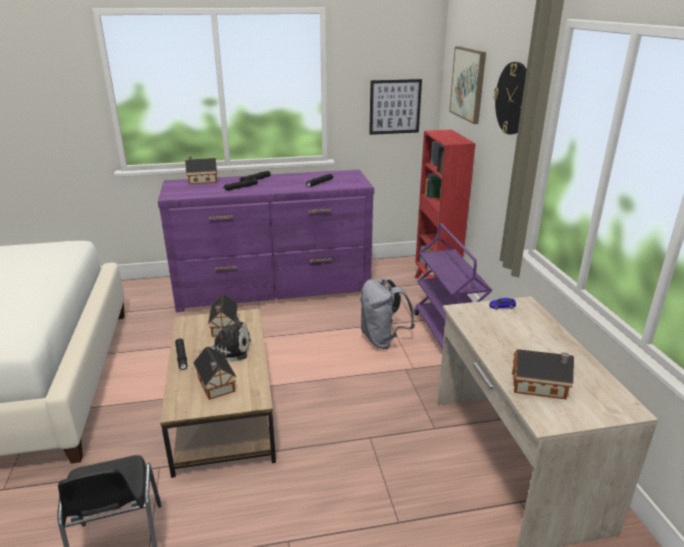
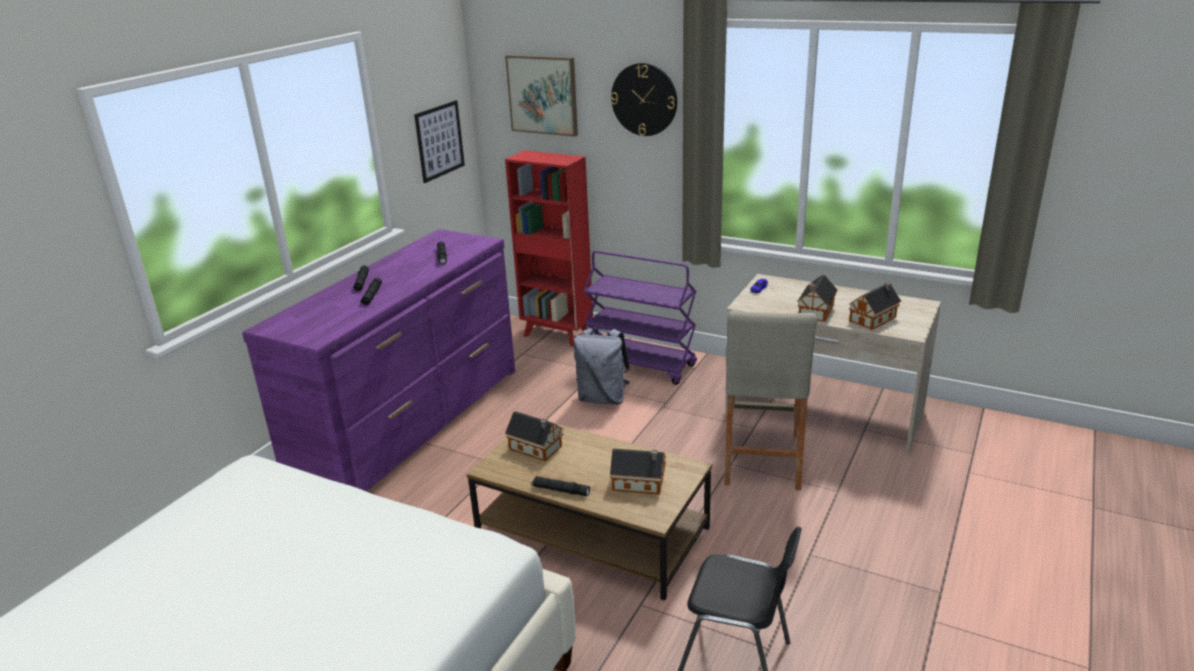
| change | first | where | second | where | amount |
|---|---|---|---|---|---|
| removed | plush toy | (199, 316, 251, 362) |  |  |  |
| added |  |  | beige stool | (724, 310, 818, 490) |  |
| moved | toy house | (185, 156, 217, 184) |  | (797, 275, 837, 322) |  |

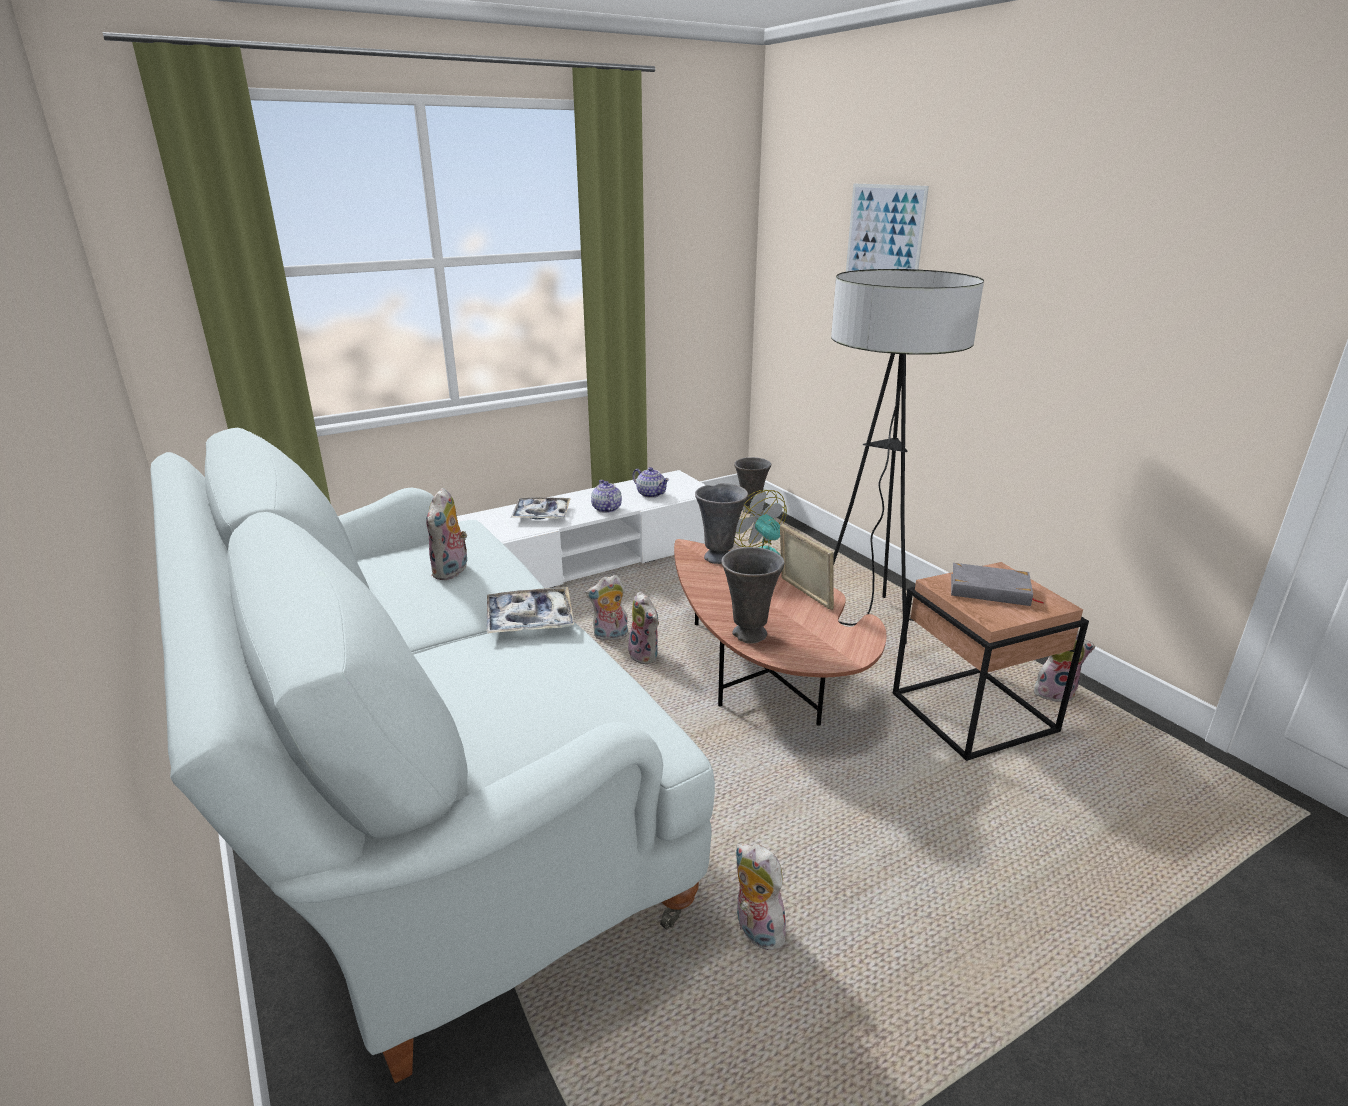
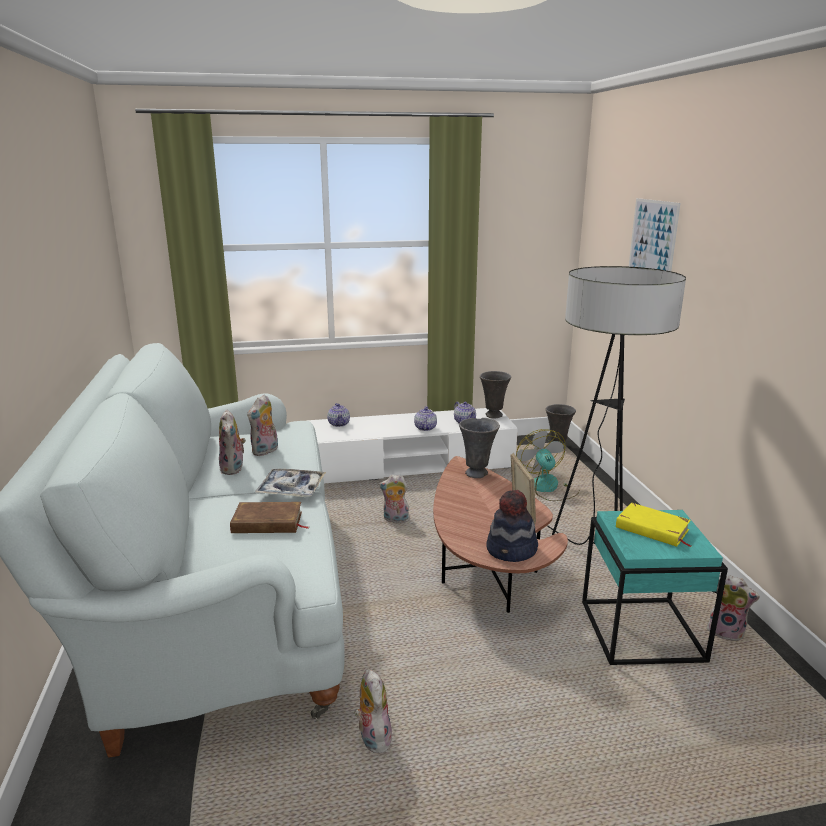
| change | first | where | second | where | amount |
|---|---|---|---|---|---|
| removed | tray | (511, 497, 571, 520) |  |  |  |
| added |  |  | brown book | (230, 502, 309, 533) |  |
| added |  |  | teapot | (327, 403, 350, 427) |  |
| added |  |  | hat | (486, 490, 538, 562) |  |
| moved | plush toy | (628, 592, 659, 664) |  | (219, 409, 246, 475) |  |
| moved | grey vase | (721, 547, 785, 643) |  | (480, 371, 511, 419) |  |
| recoloured | brown side table | (893, 562, 1089, 761) | turquoise side table | (582, 510, 728, 665) |  |
| recoloured | grey book | (951, 563, 1044, 606) | yellow book | (616, 503, 691, 547) |  |

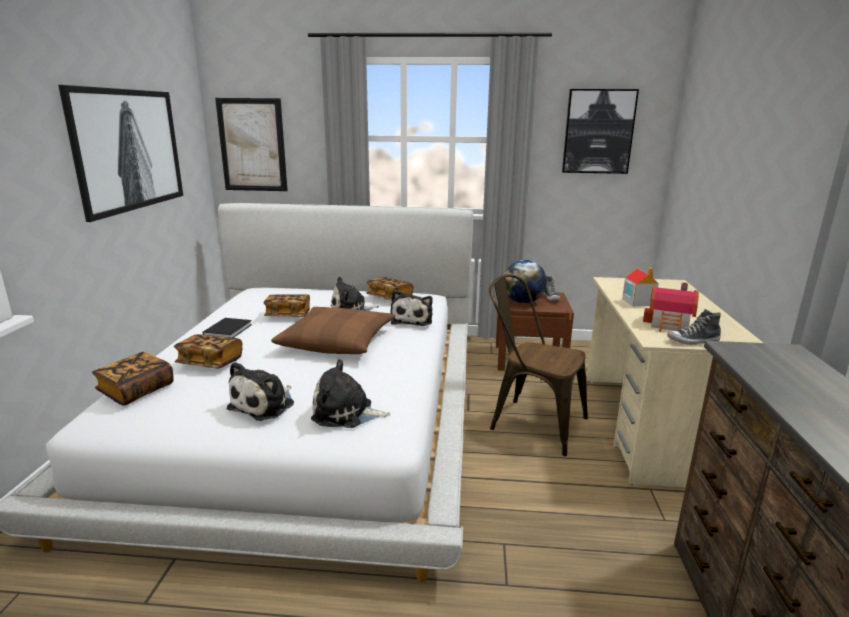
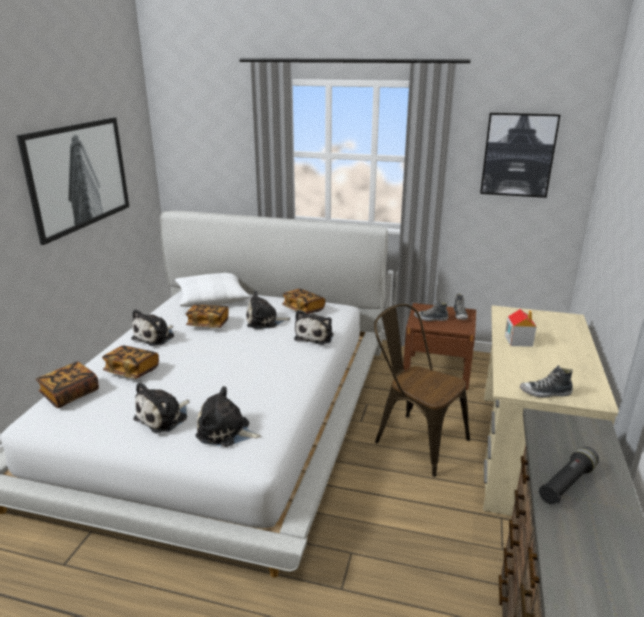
| change | first | where | second | where | amount |
|---|---|---|---|---|---|
| removed | picture | (215, 98, 288, 191) |  |  |  |
| removed | brown pillow | (271, 307, 395, 354) |  |  |  |
| removed | toy house | (643, 282, 699, 332) |  |  |  |
| added |  |  | white pillow | (175, 273, 250, 307) |  |
| added |  |  | black flashlight | (539, 446, 599, 504) |  |
| replaced | black book | (203, 318, 252, 338) | plush toy | (131, 309, 174, 346) |  |
| replaced | globe | (504, 260, 547, 303) | shoe | (414, 300, 448, 321) |  |

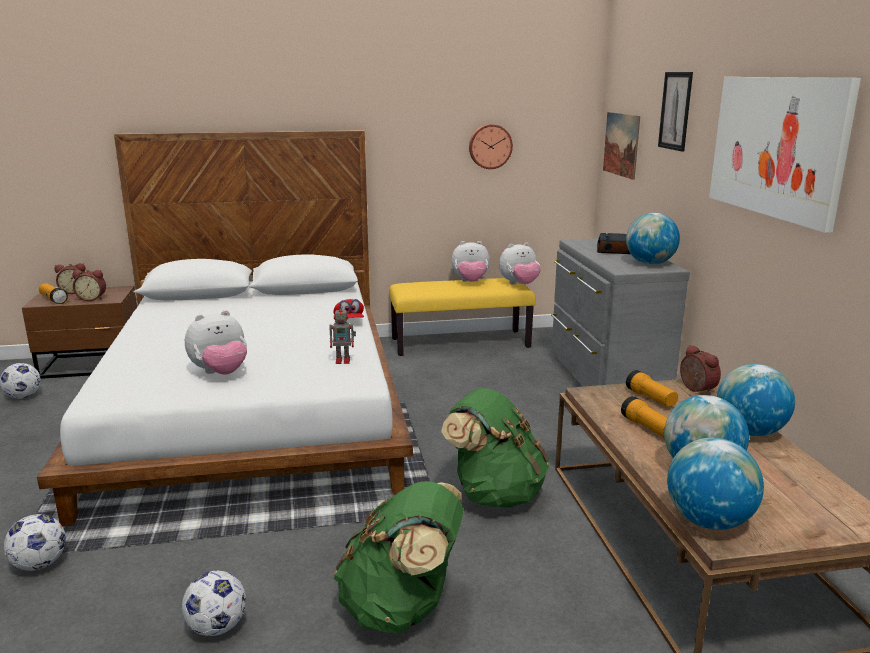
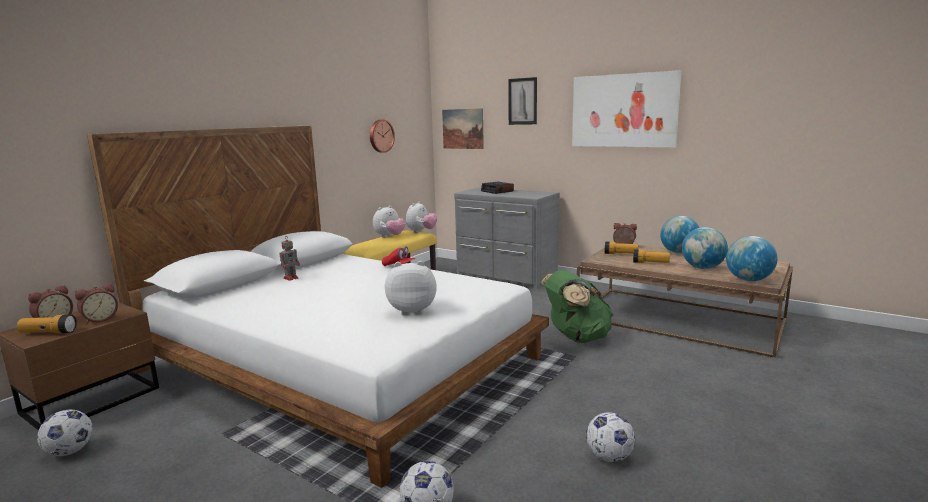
| change | first | where | second | where | amount |
|---|---|---|---|---|---|
| removed | green backpack | (334, 481, 464, 633) |  |  |  |
| removed | globe | (626, 213, 680, 265) |  |  |  |
| moved | toy robot | (329, 304, 356, 364) |  | (280, 237, 300, 281) |  |
| turned | plush toy | (185, 310, 247, 375) |  | (385, 261, 437, 315) | 105 degrees counterclockwise |

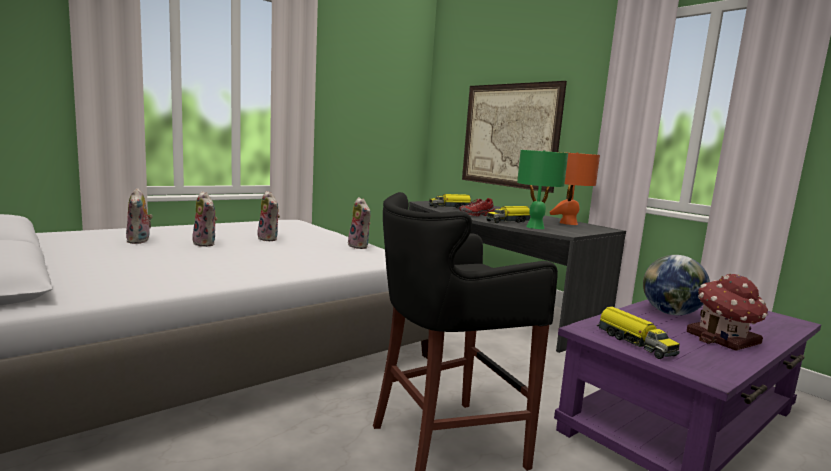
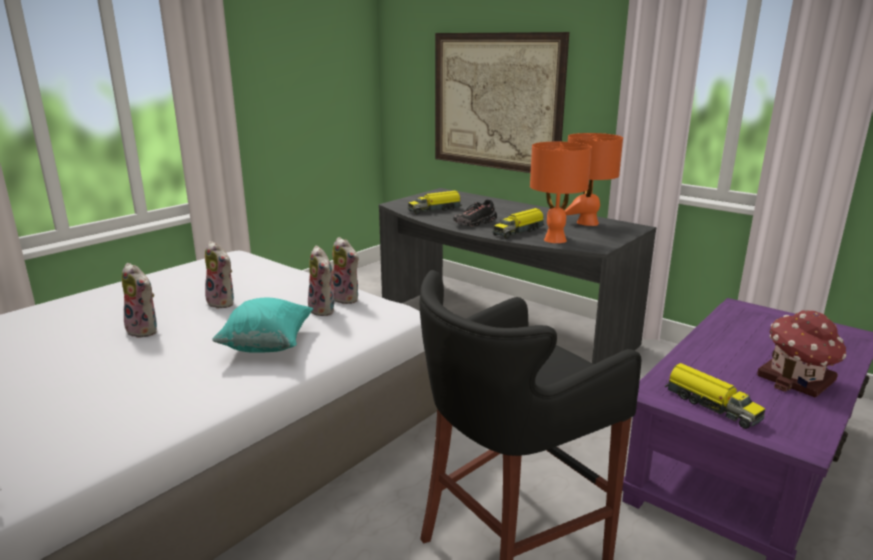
| change | first | where | second | where | amount |
|---|---|---|---|---|---|
| removed | globe | (643, 255, 710, 315) |  |  |  |
| added |  |  | turquoise pillow | (212, 298, 313, 353) |  |
| moved | plush toy | (126, 188, 153, 244) |  | (308, 245, 337, 316) |  |
| recoloured | red shoe | (459, 198, 495, 216) | black shoe | (454, 200, 497, 227) |  |
| recoloured | green table lamp | (517, 150, 568, 229) | orange table lamp | (530, 142, 592, 243) |  |

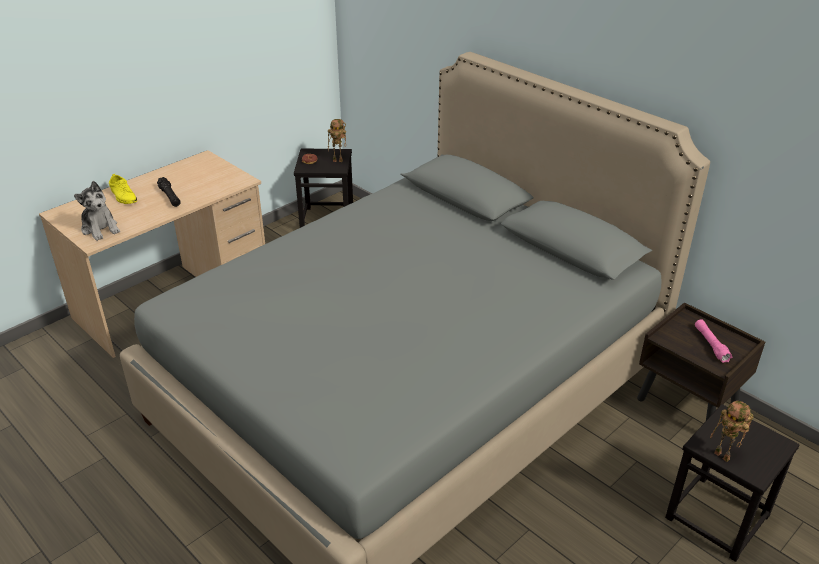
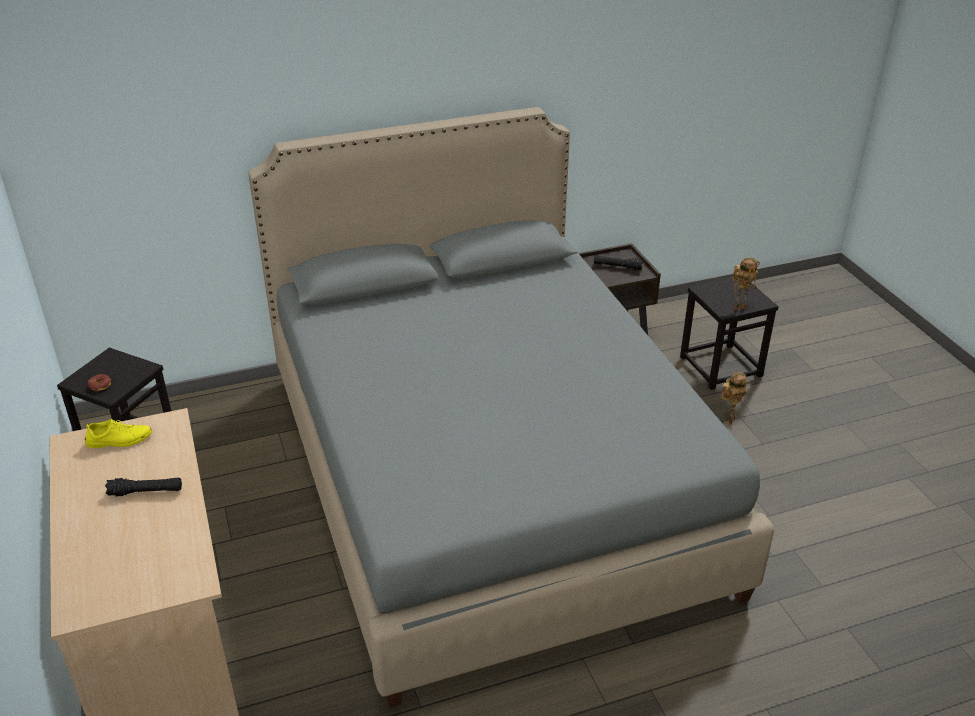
| change | first | where | second | where | amount |
|---|---|---|---|---|---|
| removed | plush toy | (74, 181, 120, 241) |  |  |  |
| moved | yellow shoe | (109, 174, 137, 204) |  | (85, 419, 152, 448) |  |
| moved | toy robot | (328, 119, 346, 162) |  | (721, 372, 747, 425) |  |
| recoloured | pink flashlight | (695, 319, 733, 363) | black flashlight | (594, 255, 643, 270) |  |

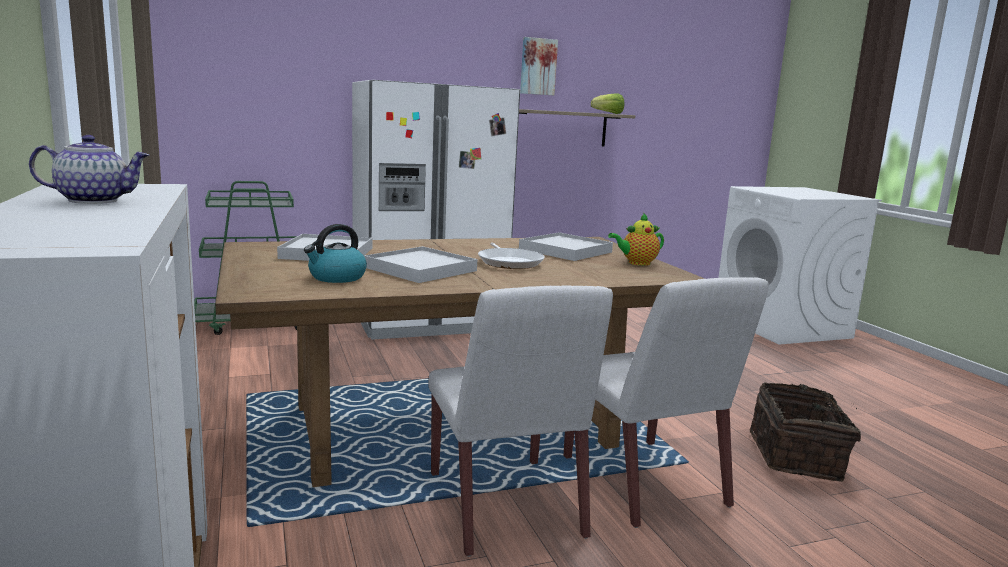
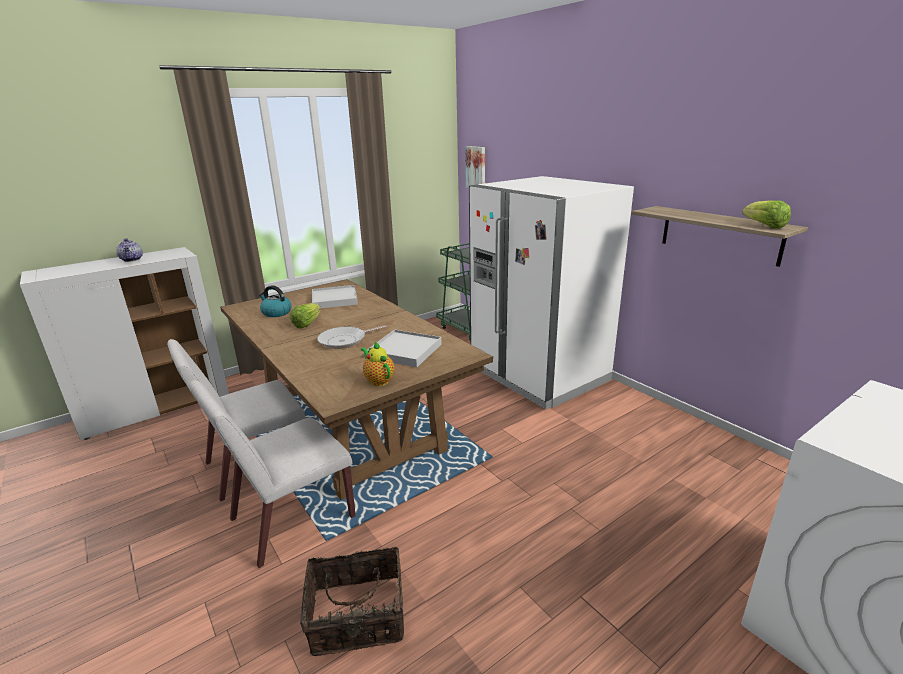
| change | first | where | second | where | amount |
|---|---|---|---|---|---|
| moved | picture | (520, 37, 558, 95) |  | (465, 146, 485, 188) |  |
| replaced | white tray | (364, 246, 477, 283) | lettuce | (290, 303, 321, 328) |  |

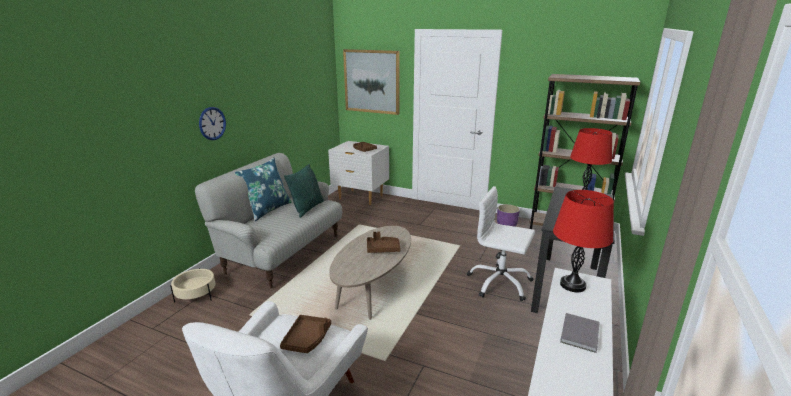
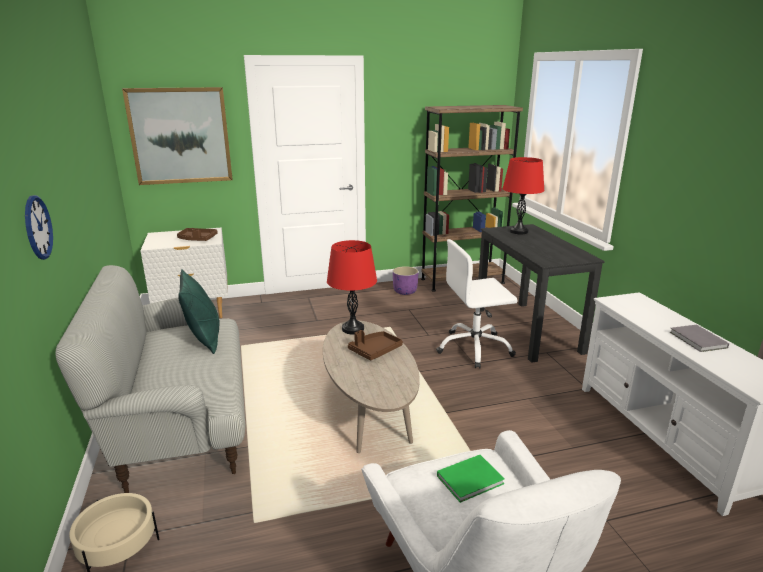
| change | first | where | second | where | amount |
|---|---|---|---|---|---|
| removed | blue pillow | (235, 158, 292, 221) |  |  |  |
| moved | red table lamp | (553, 190, 614, 292) |  | (327, 240, 377, 334) |  |
| replaced | brown tray | (280, 315, 331, 353) | green book | (437, 455, 505, 503) |  |

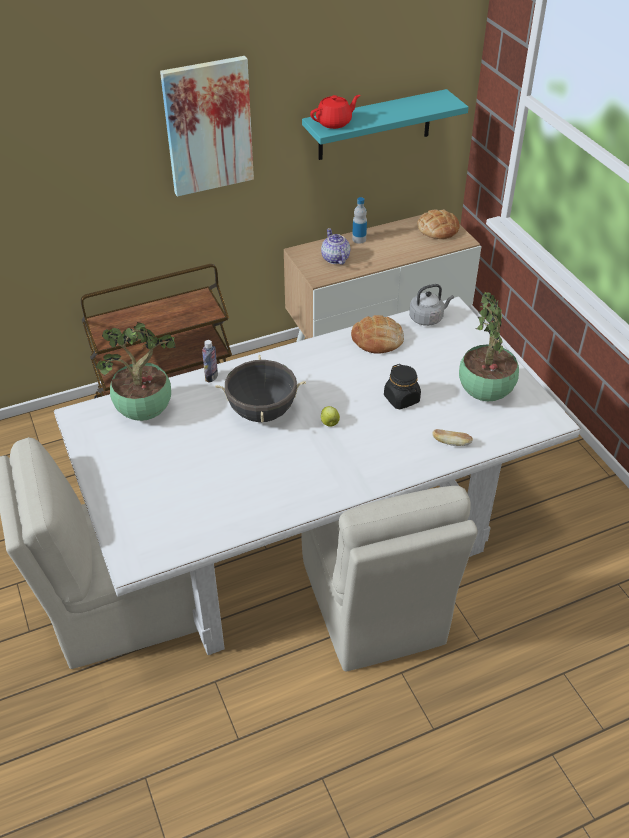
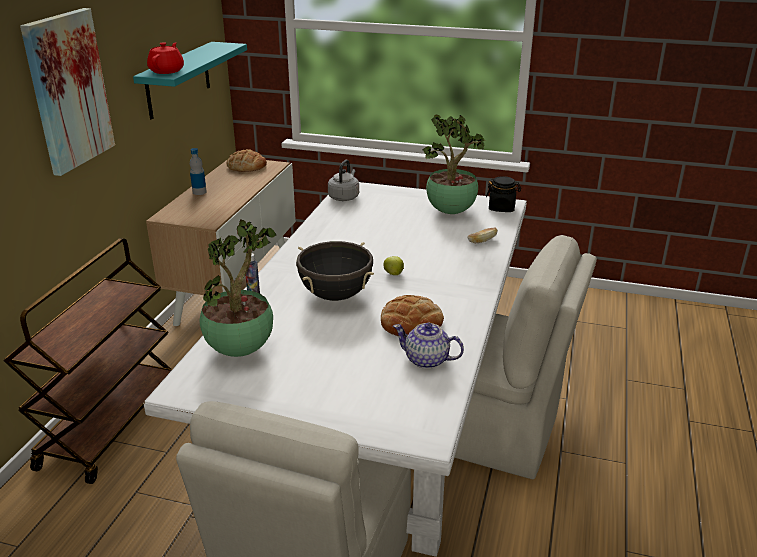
| change | first | where | second | where | amount |
|---|---|---|---|---|---|
| moved | teapot | (321, 228, 350, 265) |  | (393, 323, 464, 369) |  |
| moved | bread | (351, 315, 404, 354) |  | (381, 295, 444, 337) |  |
| moved | black jar | (384, 364, 421, 409) |  | (486, 176, 521, 212) |  |

